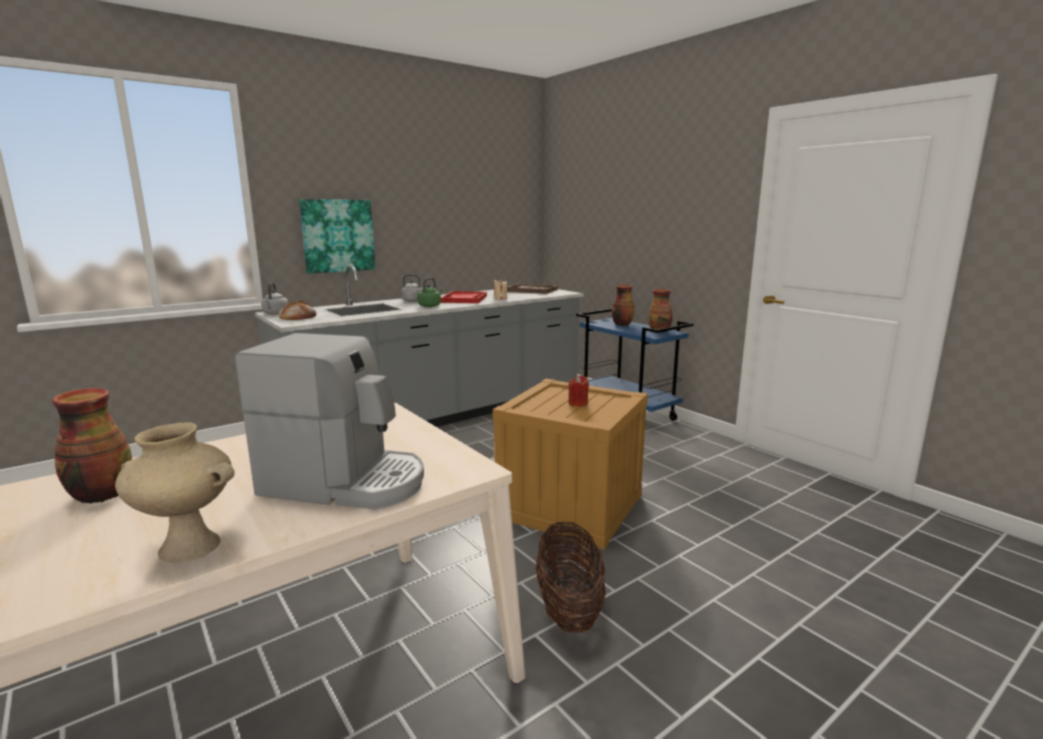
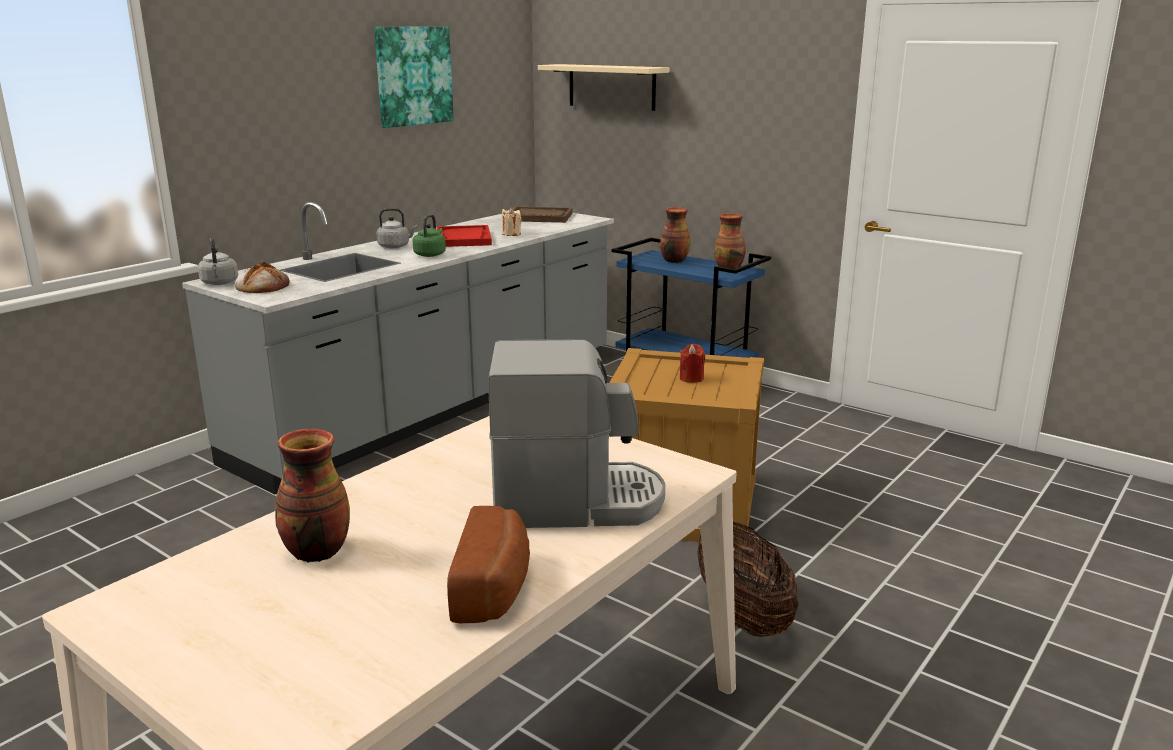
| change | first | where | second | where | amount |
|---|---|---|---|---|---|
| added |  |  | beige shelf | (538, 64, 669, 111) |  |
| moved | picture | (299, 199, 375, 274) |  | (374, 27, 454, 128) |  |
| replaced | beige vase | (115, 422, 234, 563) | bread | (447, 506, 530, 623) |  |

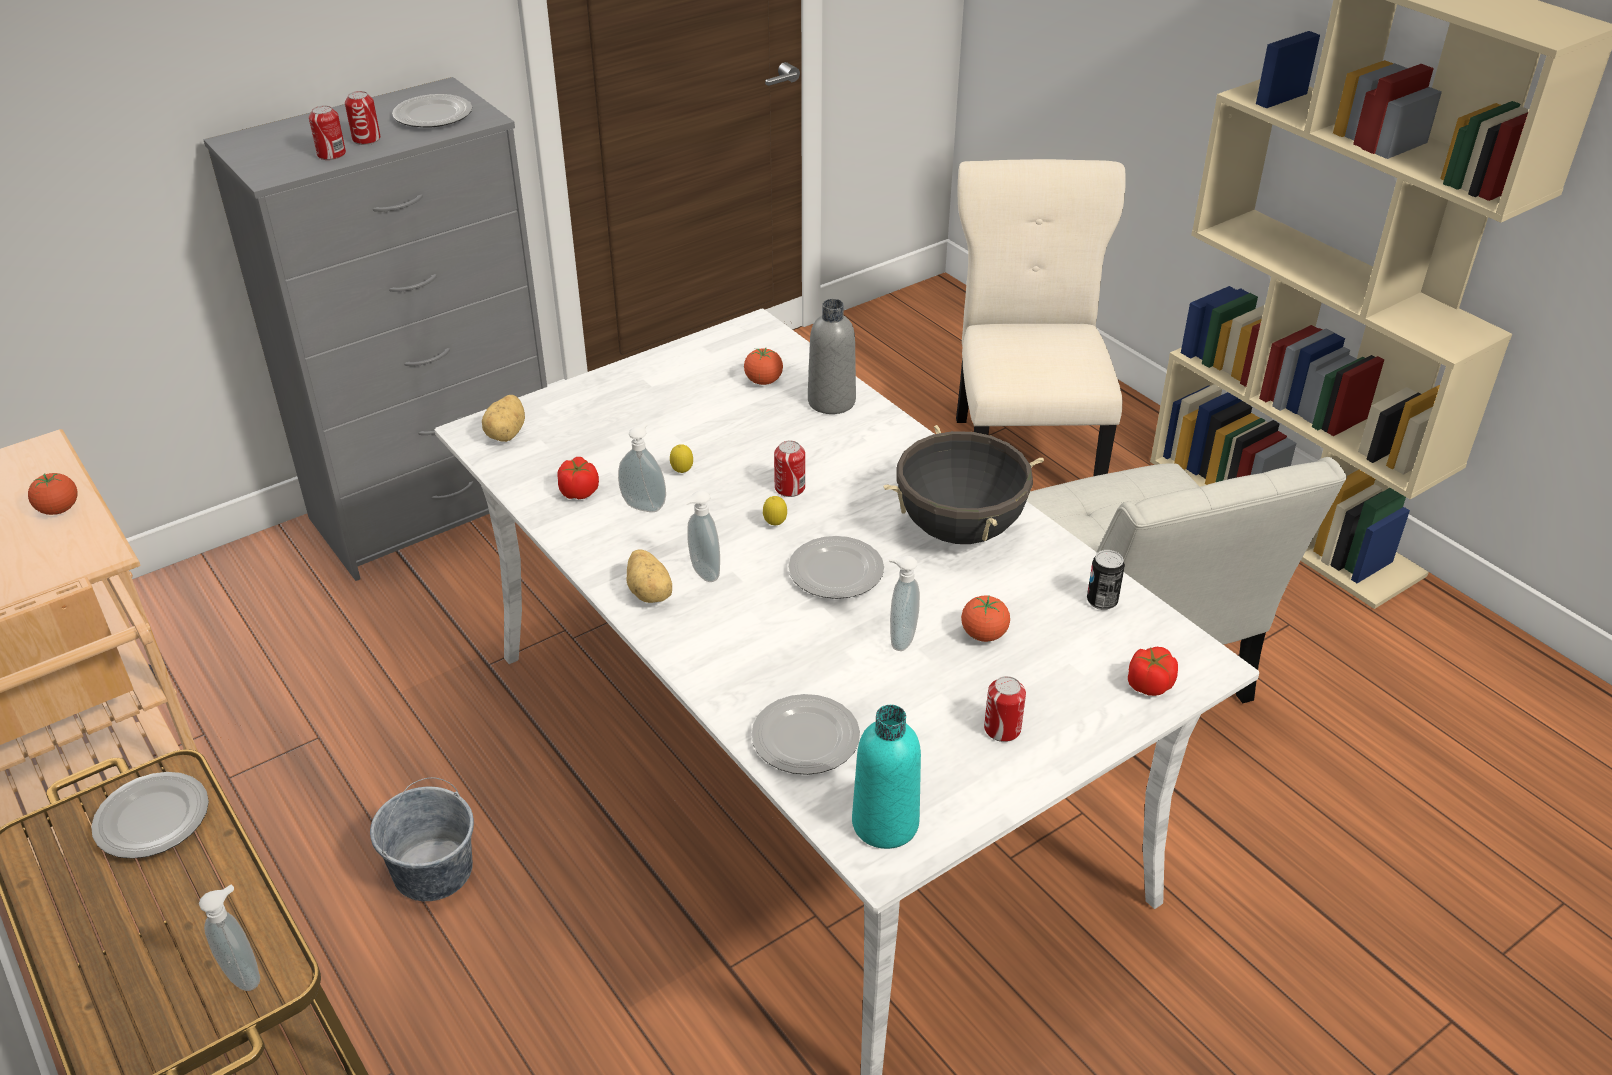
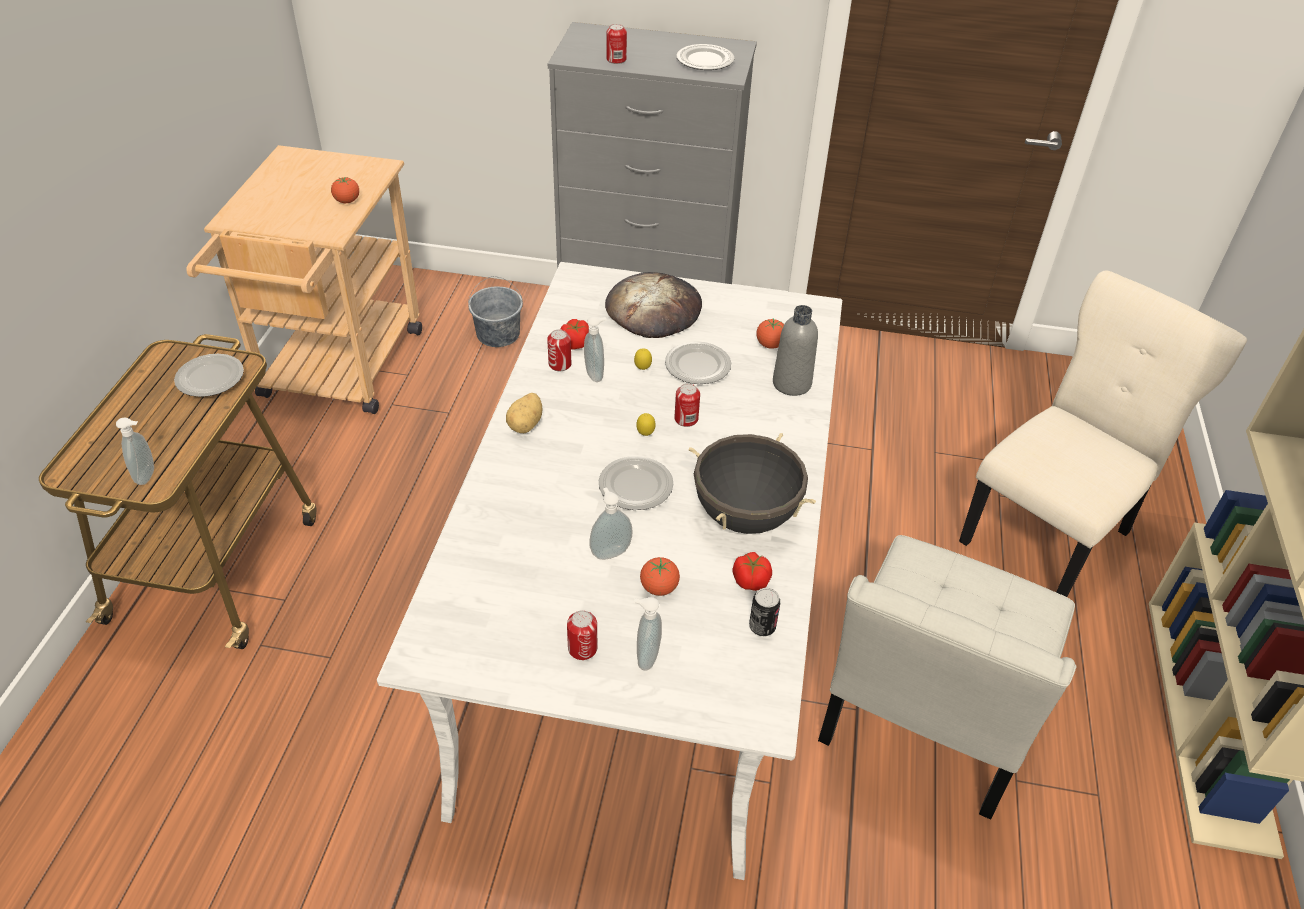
| change | first | where | second | where | amount |
|---|---|---|---|---|---|
| removed | potato | (482, 395, 525, 442) |  |  |  |
| removed | turquoise bottle | (852, 705, 921, 849) |  |  |  |
| added |  |  | bread | (605, 272, 702, 338) |  |
| moved | can | (345, 91, 380, 145) |  | (547, 329, 571, 371) |  |
| moved | grey bucket | (370, 777, 474, 901) |  | (468, 276, 523, 347) |  |
| moved | soap dispenser | (684, 490, 720, 582) |  | (634, 597, 662, 671) |  |
| moved | plate | (751, 694, 860, 775) |  | (665, 341, 731, 384) |  |
| moved | tomato | (1128, 647, 1178, 696) |  | (733, 552, 772, 591) |  |

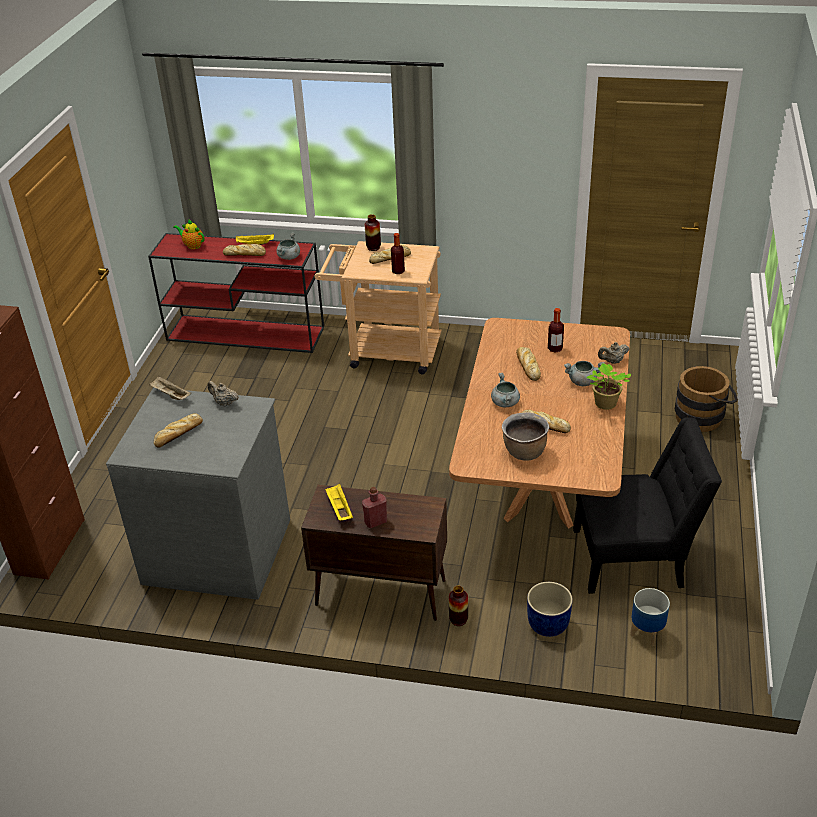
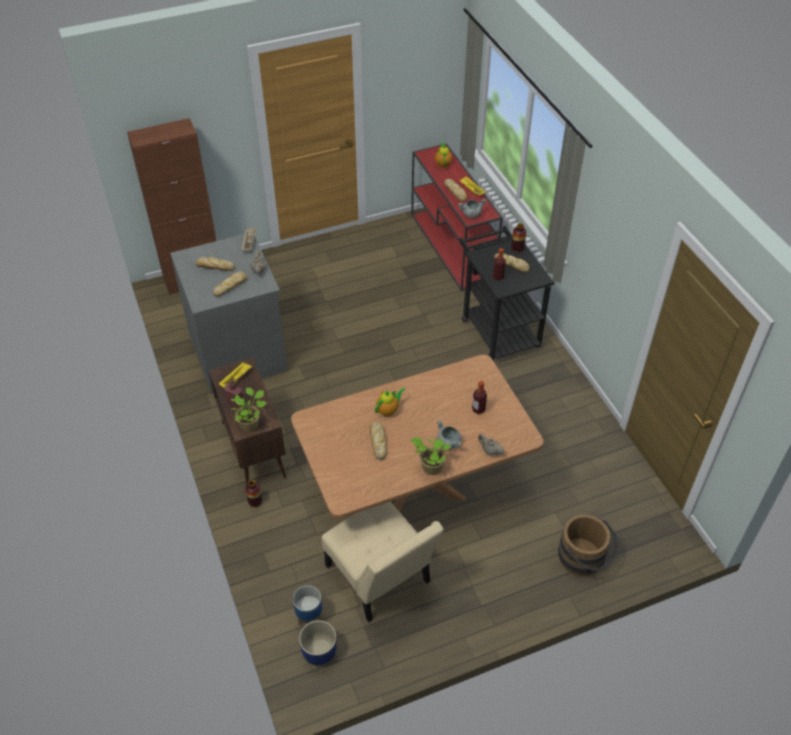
| change | first | where | second | where | amount |
|---|---|---|---|---|---|
| removed | brown cooking pot | (502, 412, 549, 461) |  |  |  |
| added |  |  | potted plant | (231, 388, 266, 432) |  |
| moved | bread | (516, 347, 541, 381) |  | (213, 271, 247, 297) |  |
| moved | blue planter | (527, 582, 573, 637) |  | (299, 620, 337, 666) |  |
| replaced | grey cooking pot | (491, 373, 520, 407) | teapot | (375, 388, 406, 416) |  |
| recoloured | beige cart | (315, 241, 442, 374) | black cart | (459, 226, 554, 361) |  |
| recoloured | black chair | (573, 417, 722, 594) | beige chair | (322, 502, 444, 622) |  |

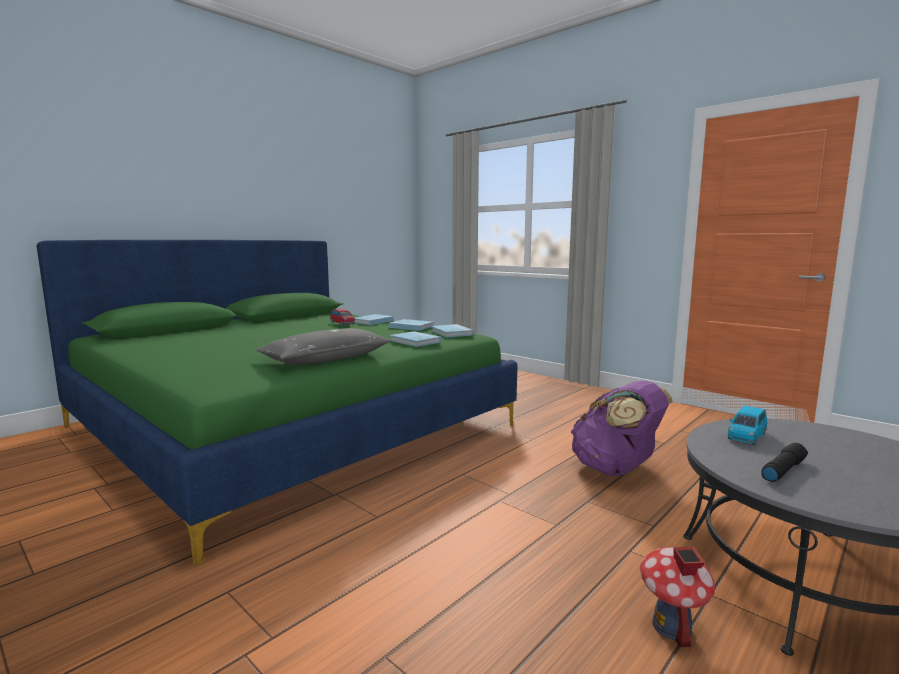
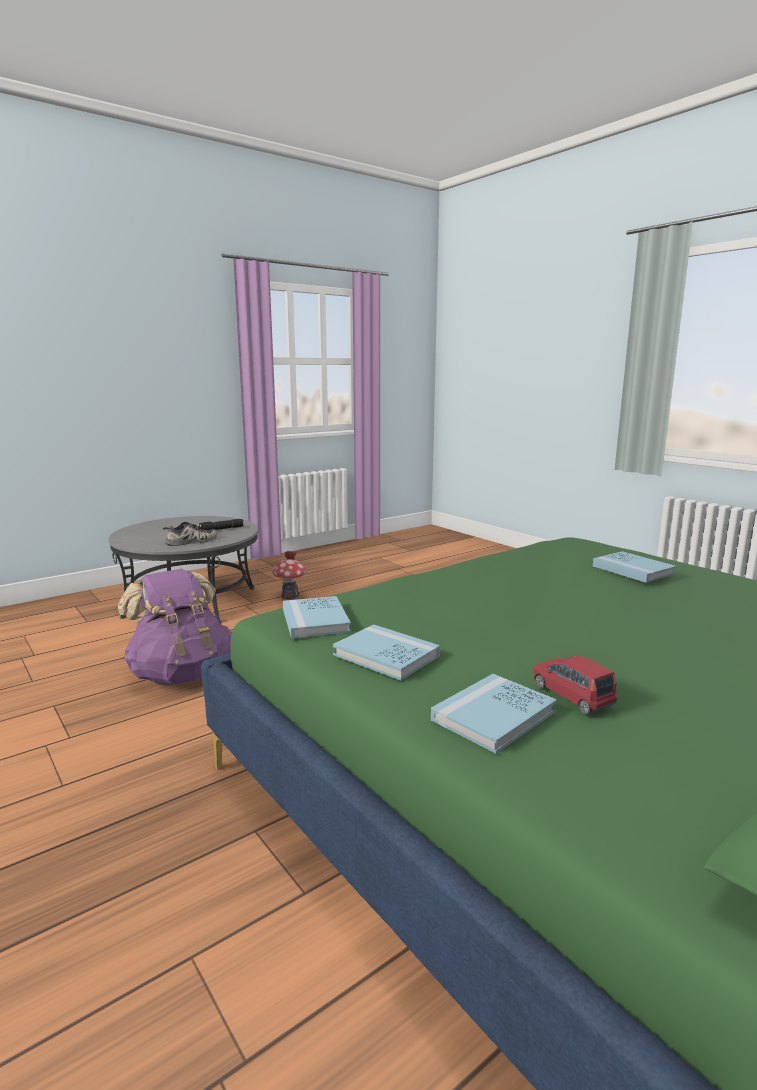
| change | first | where | second | where | amount |
|---|---|---|---|---|---|
| removed | grey pillow | (256, 328, 391, 365) |  |  |  |
| moved | blue book | (390, 331, 441, 347) |  | (593, 551, 676, 583) |  |
| replaced | blue toy car | (728, 406, 767, 445) | shoe | (163, 522, 217, 546) |  |

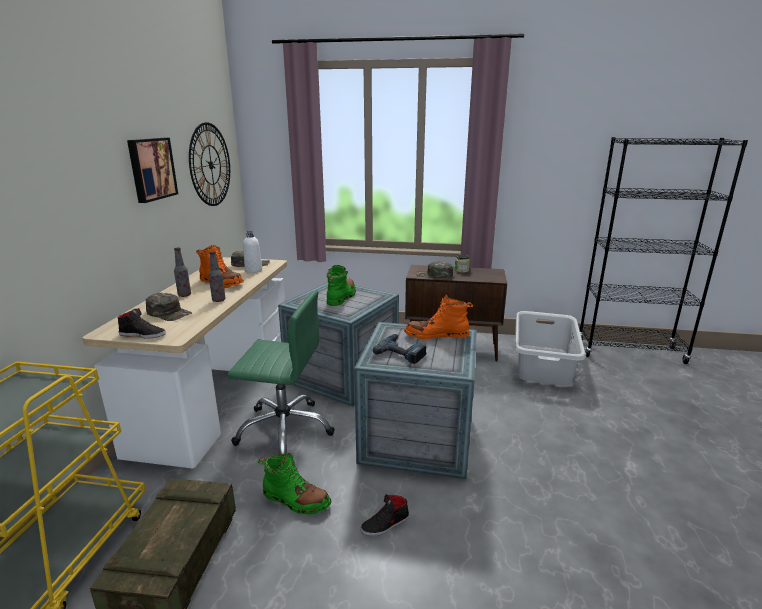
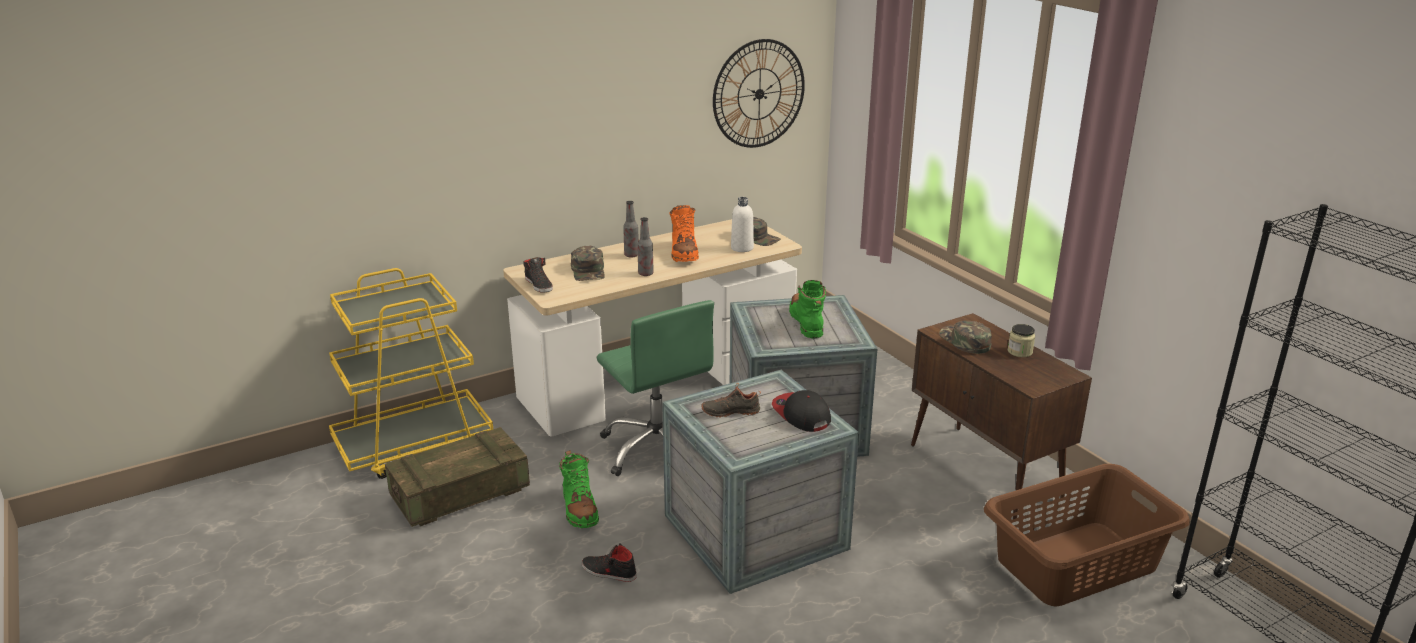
| change | first | where | second | where | amount |
|---|---|---|---|---|---|
| removed | picture | (127, 138, 178, 203) |  |  |  |
| replaced | power drill | (373, 334, 427, 364) | black shoe | (701, 383, 761, 417) |  |
| replaced | orange boot | (404, 295, 473, 339) | cap | (772, 390, 831, 432) |  |
| recoloured | grey laundry basket | (515, 311, 585, 386) | brown laundry basket | (984, 464, 1190, 606) |  |
| turned | green boot | (327, 265, 356, 306) |  | (789, 280, 826, 338) | 75 degrees counterclockwise |

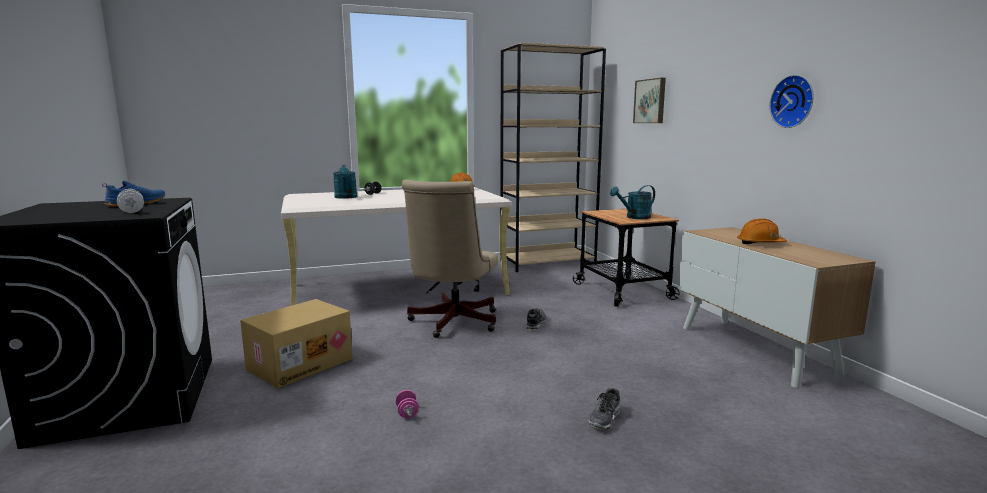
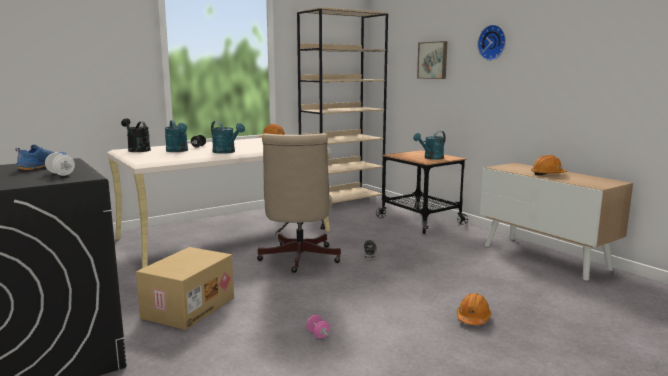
| change | first | where | second | where | amount |
|---|---|---|---|---|---|
| added |  |  | black watering can | (121, 118, 151, 152) |  |
| added |  |  | turquoise watering can | (211, 121, 245, 154) |  |
| moved | wall clock | (769, 75, 814, 128) |  | (477, 25, 506, 61) |  |
| replaced | shoe | (589, 388, 620, 430) | orange hard hat | (457, 293, 491, 325) |  |

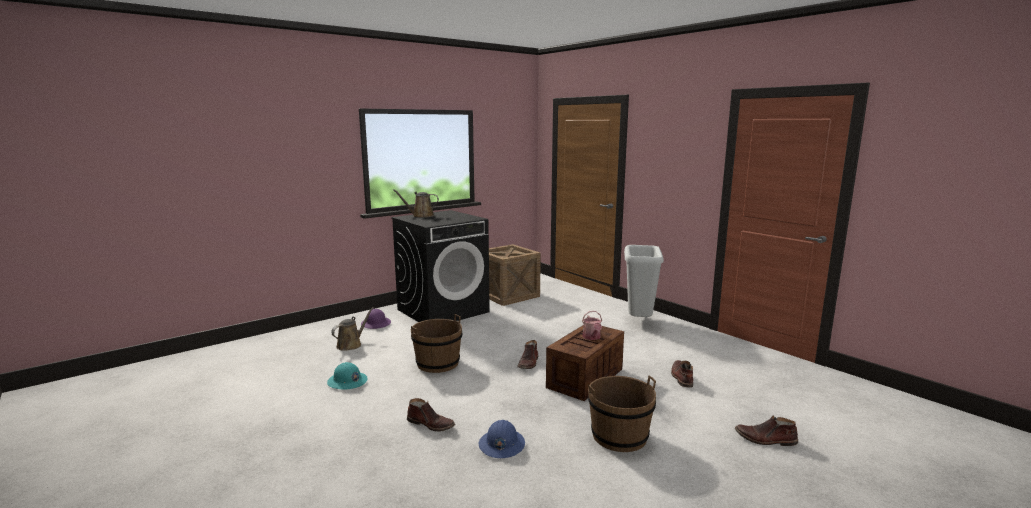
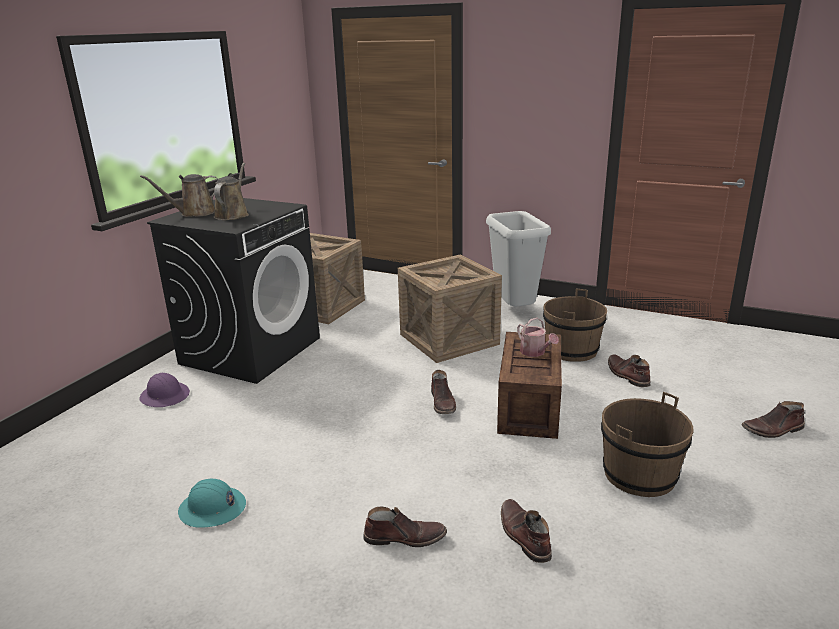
| change | first | where | second | where | amount |
|---|---|---|---|---|---|
| added |  |  | crate | (398, 255, 502, 363) |  |
| moved | brown watering can | (331, 307, 374, 351) |  | (214, 163, 249, 220) |  |
| moved | brown bucket | (410, 314, 462, 373) |  | (543, 289, 607, 362) |  |
| replaced | blue hard hat | (479, 420, 525, 458) | brown boot | (501, 499, 552, 563) |  |

